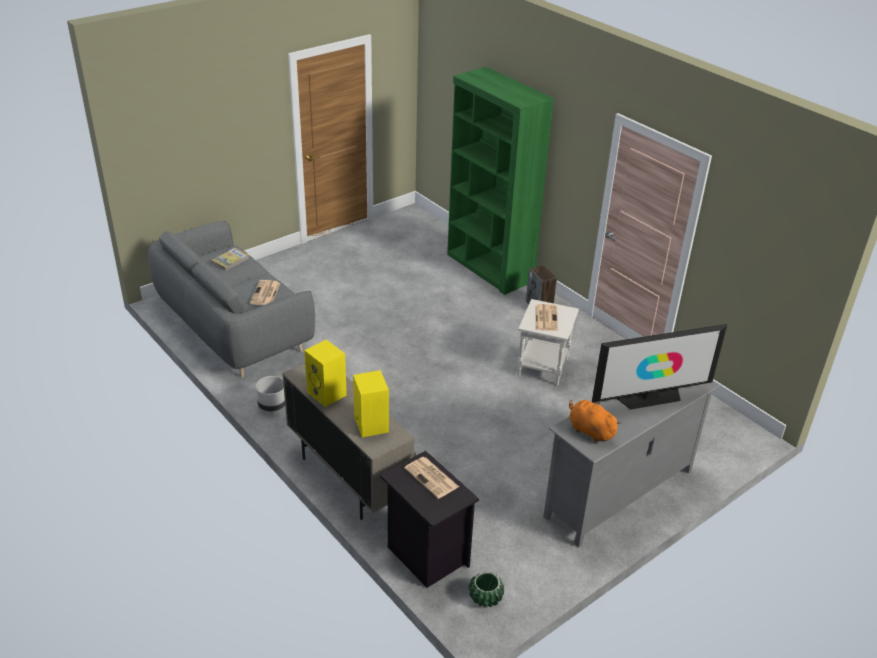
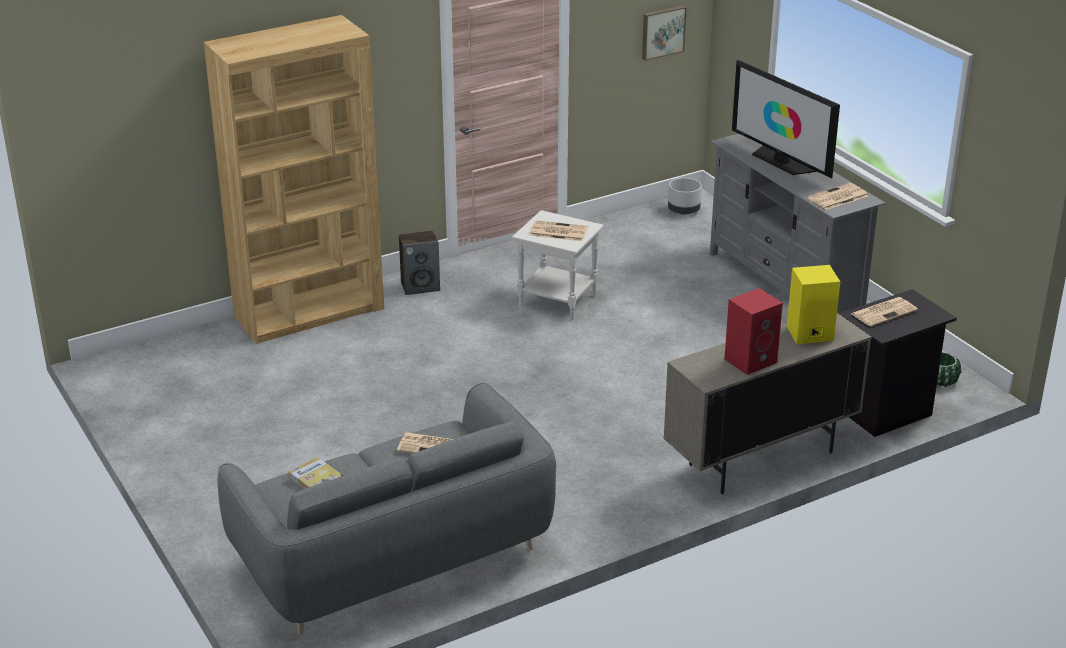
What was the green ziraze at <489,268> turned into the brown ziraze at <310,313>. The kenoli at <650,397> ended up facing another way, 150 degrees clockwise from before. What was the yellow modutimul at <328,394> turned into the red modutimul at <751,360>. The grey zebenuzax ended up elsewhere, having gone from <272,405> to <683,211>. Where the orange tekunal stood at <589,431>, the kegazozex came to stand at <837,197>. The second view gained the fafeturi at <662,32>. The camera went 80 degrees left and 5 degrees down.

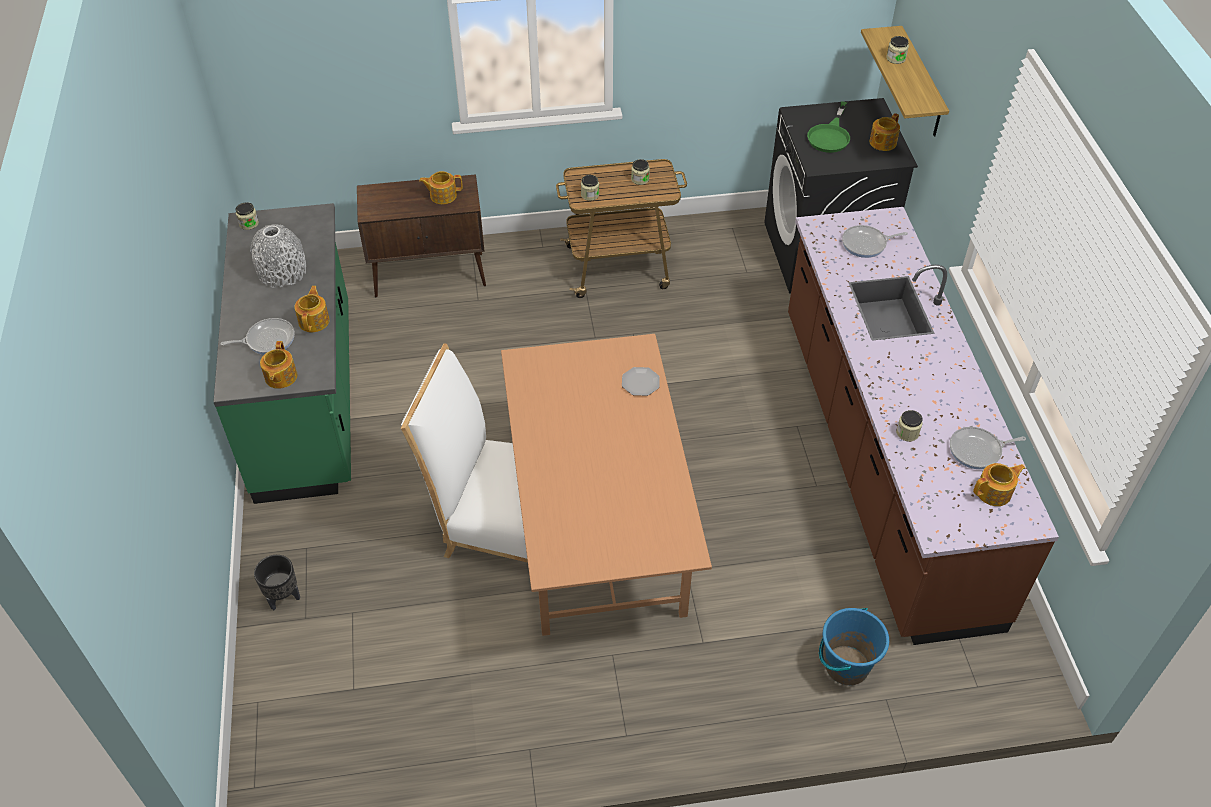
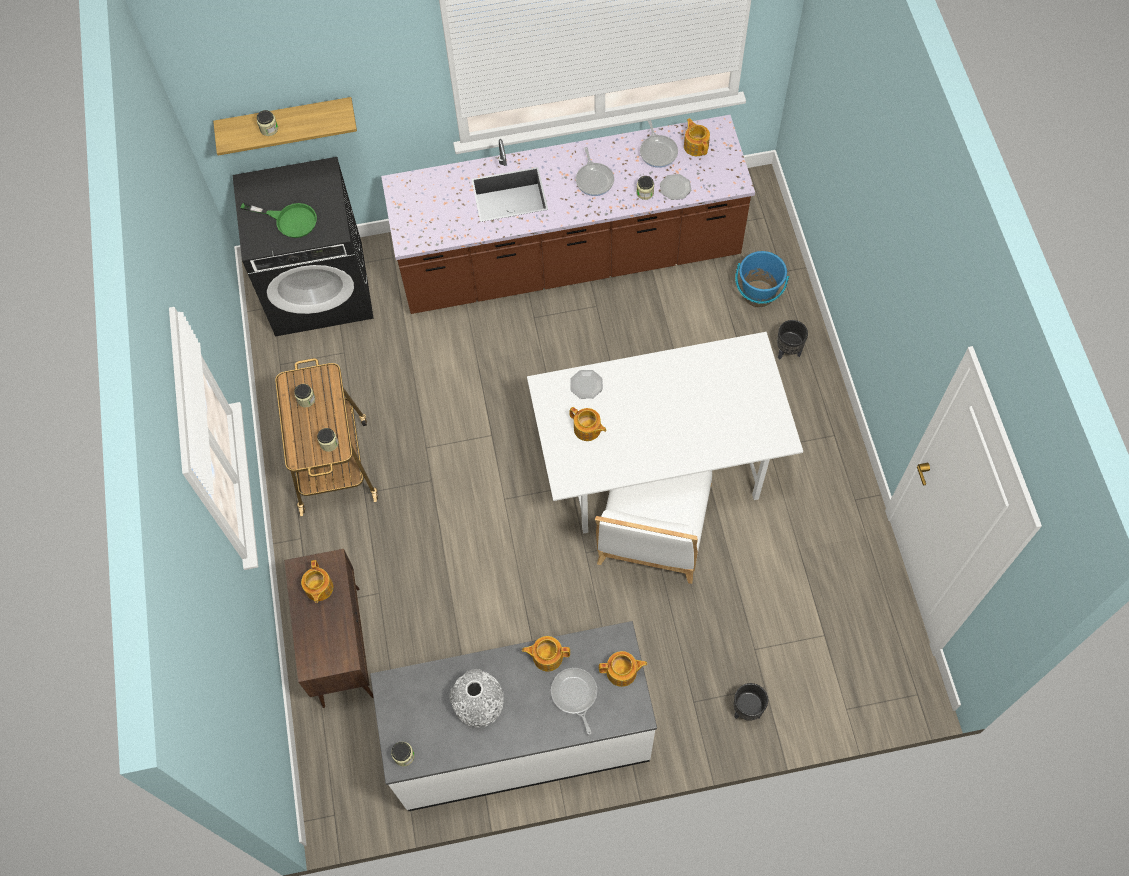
The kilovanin ended up elsewhere, having gone from <882,143> to <587,429>. What was the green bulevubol at <308,401> turned into the white bulevubol at <520,737>. The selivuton ended up elsewhere, having gone from <866,244> to <594,179>. What was the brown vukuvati at <600,535> turned into the white vukuvati at <659,462>. The second view gained the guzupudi at <675,188>. The second view gained the black zebenuzax at <788,352>. The camera went 90 degrees left and 15 degrees up.

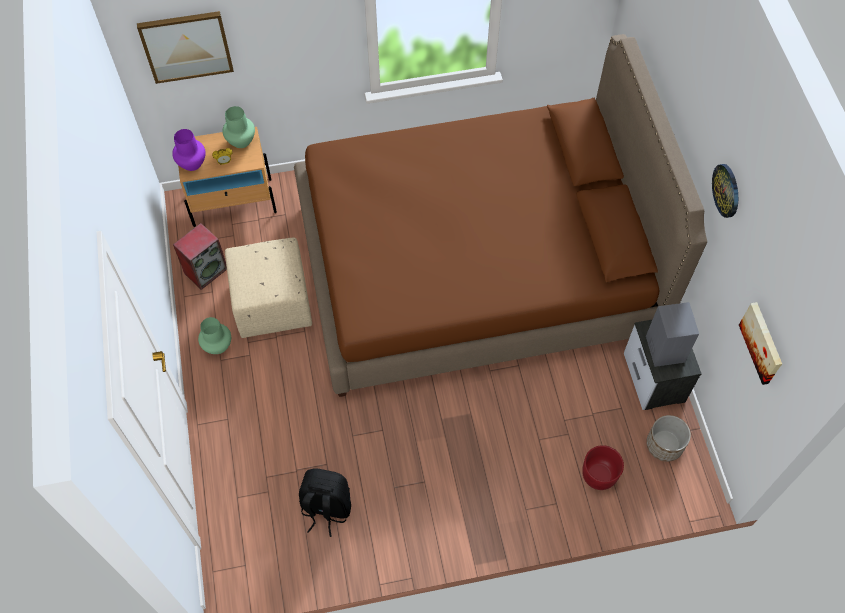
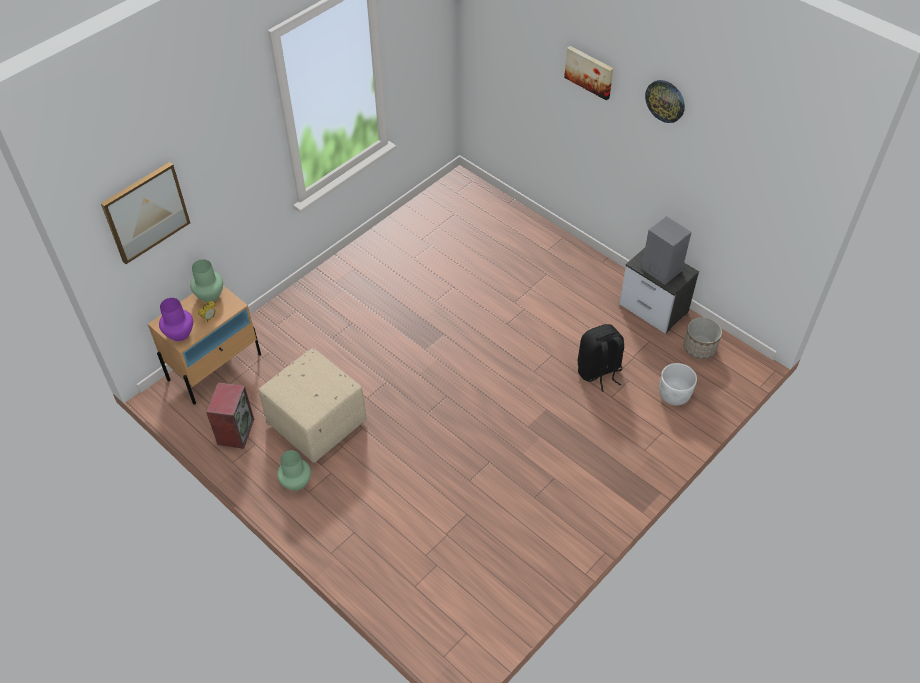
The second view lost the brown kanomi at <475,267>. The fafeturi ended up elsewhere, having gone from <762,343> to <589,72>. What was the red zebenuzax at <599,475> turned into the white zebenuzax at <674,394>. The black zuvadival ended up elsewhere, having gone from <325,508> to <599,371>. The camera went 35 degrees left and 10 degrees down.

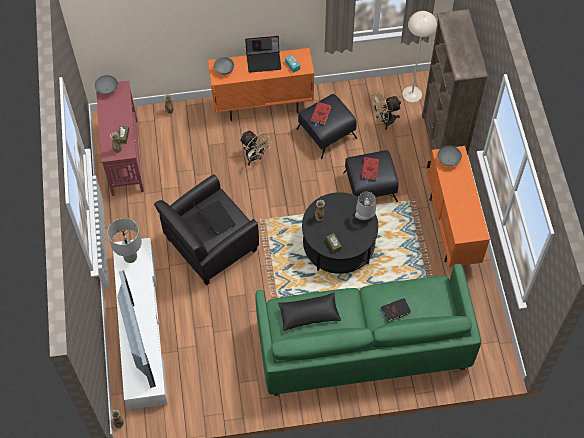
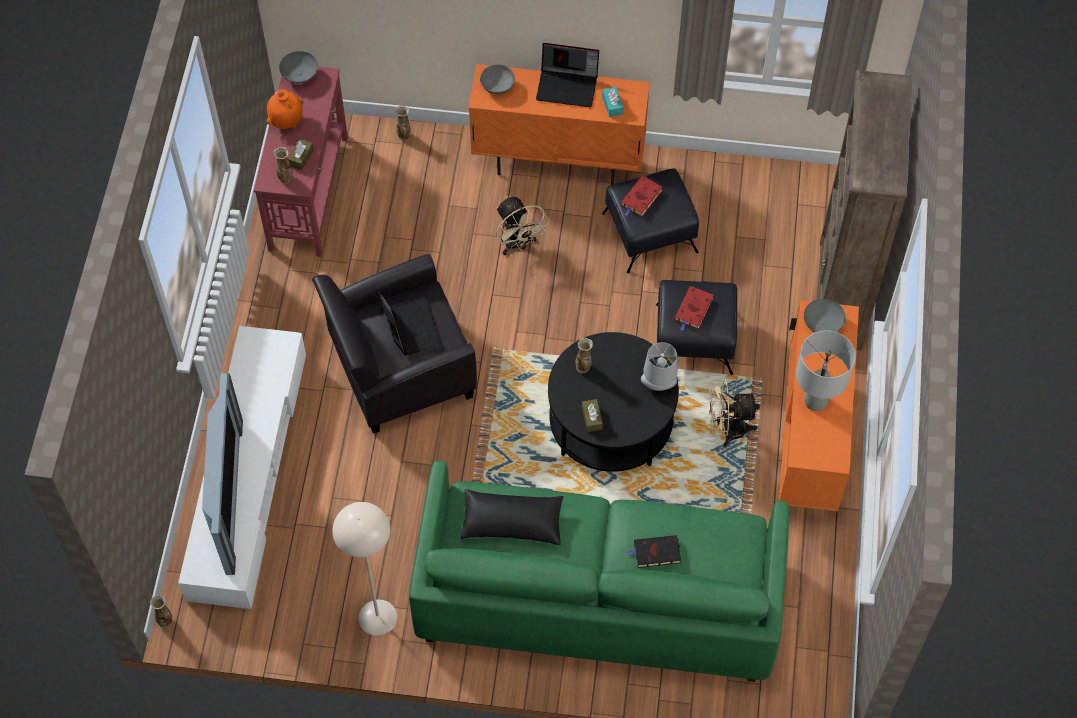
The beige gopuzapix ended up elsewhere, having gone from <412,94> to <377,617>. The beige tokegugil ended up elsewhere, having gone from <384,120> to <726,429>. The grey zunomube ended up elsewhere, having gone from <130,257> to <815,401>. The second view gained the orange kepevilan at <287,121>. The camera went 15 degrees right and 0 degrees up.

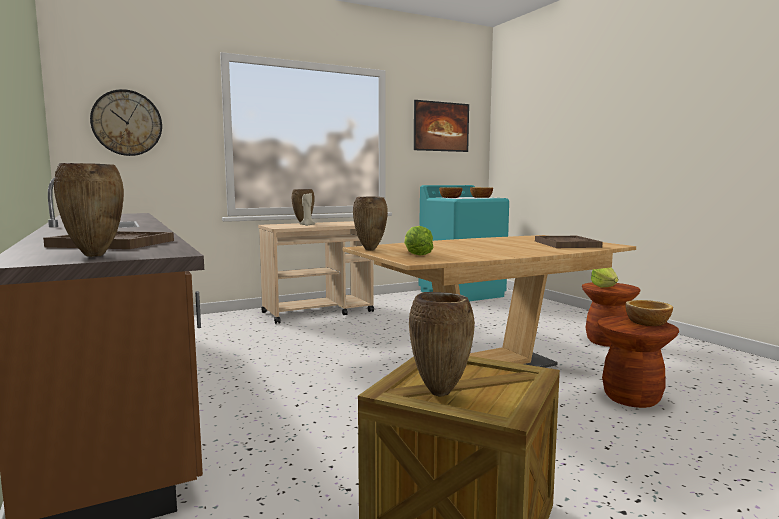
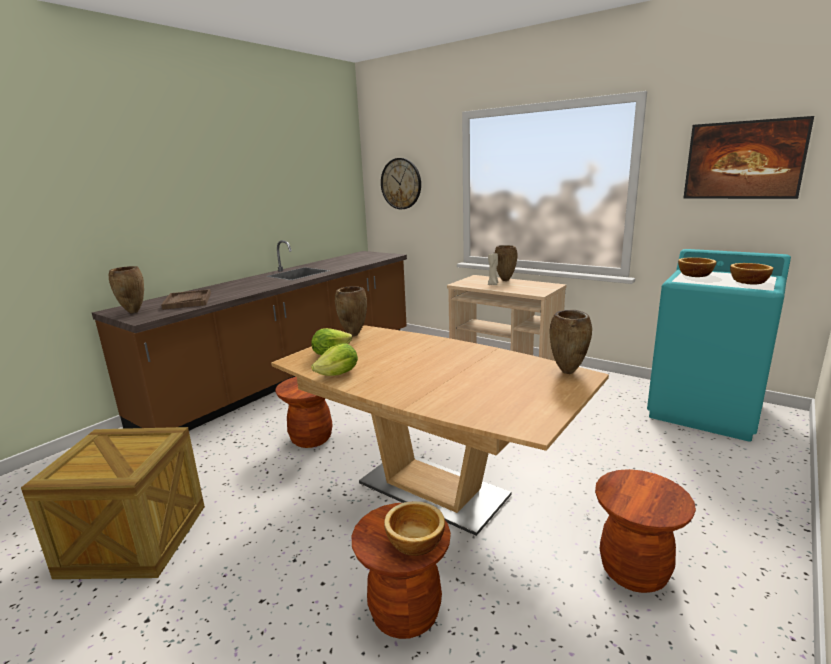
The second view lost the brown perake at <566,244>. The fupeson ended up elsewhere, having gone from <604,287> to <338,374>. The brown kepevilan ended up elsewhere, having gone from <441,393> to <568,372>. The second view gained the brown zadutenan at <311,438>. The camera went 65 degrees right and 10 degrees up.

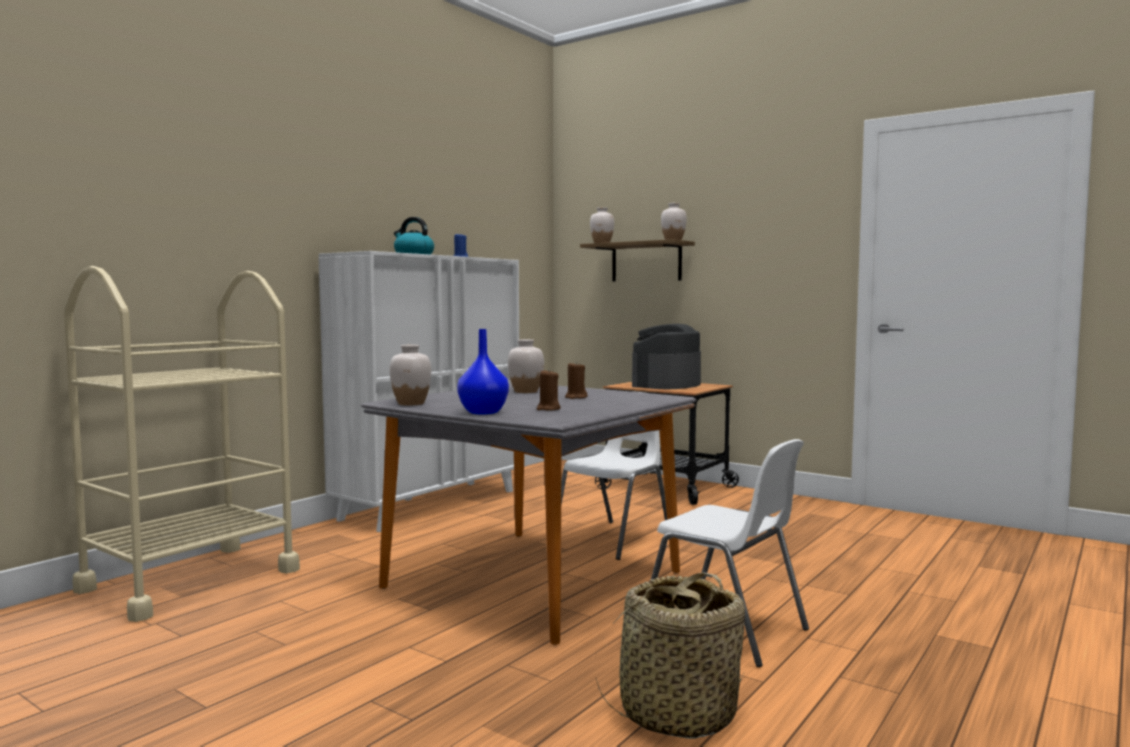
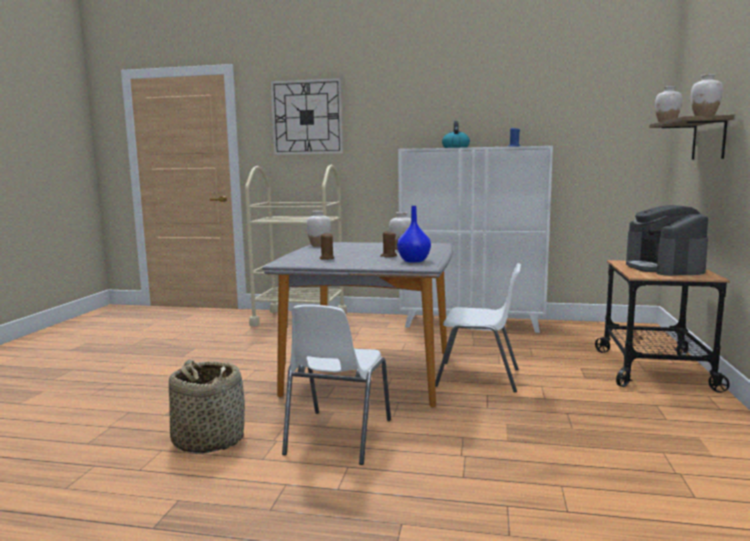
The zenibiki at <666,385> ended up facing another way, 105 degrees counterclockwise from before. The blue kepevilan ended up elsewhere, having gone from <482,412> to <413,261>. The second view gained the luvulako at <307,117>. The camera went 65 degrees right and 5 degrees up.

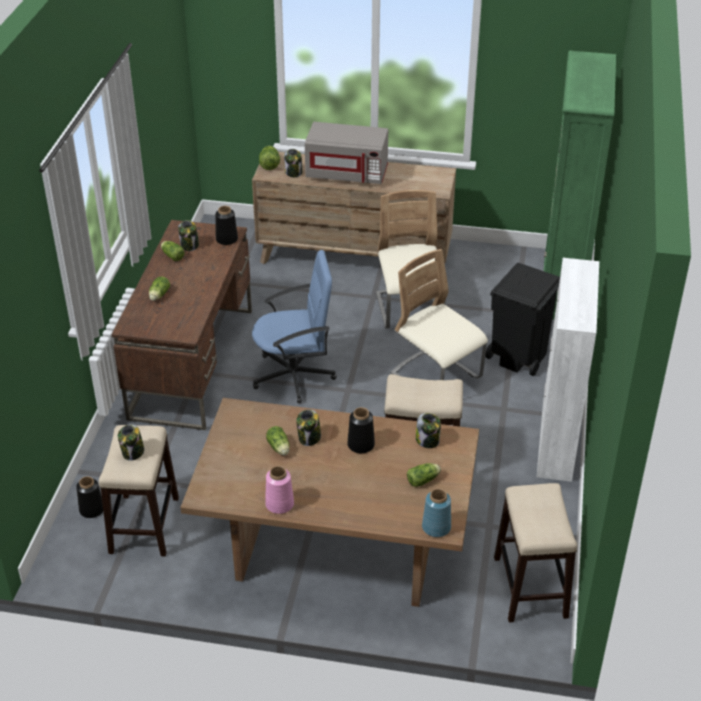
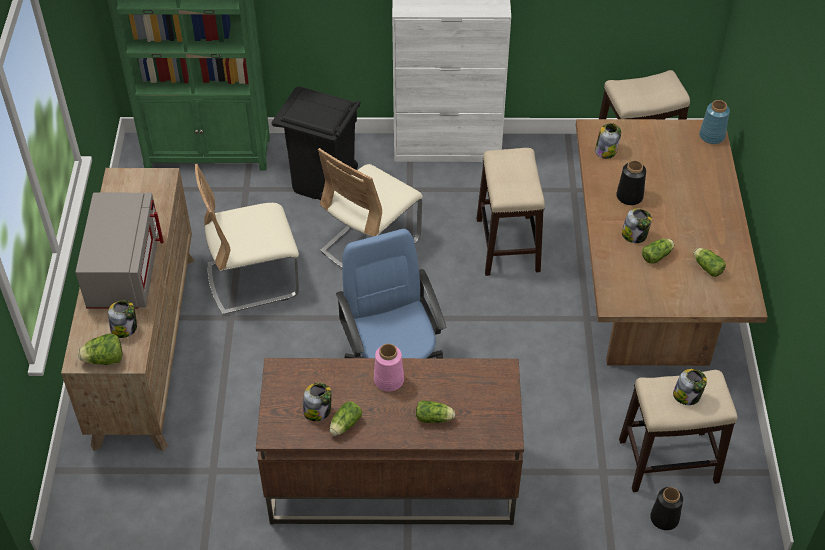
The second view lost the black kepevilan at <226,239>. The fupeson ended up elsewhere, having gone from <424,480> to <706,267>. The pink kepevilan ended up elsewhere, having gone from <279,504> to <389,380>. The camera went 100 degrees left and 10 degrees up.

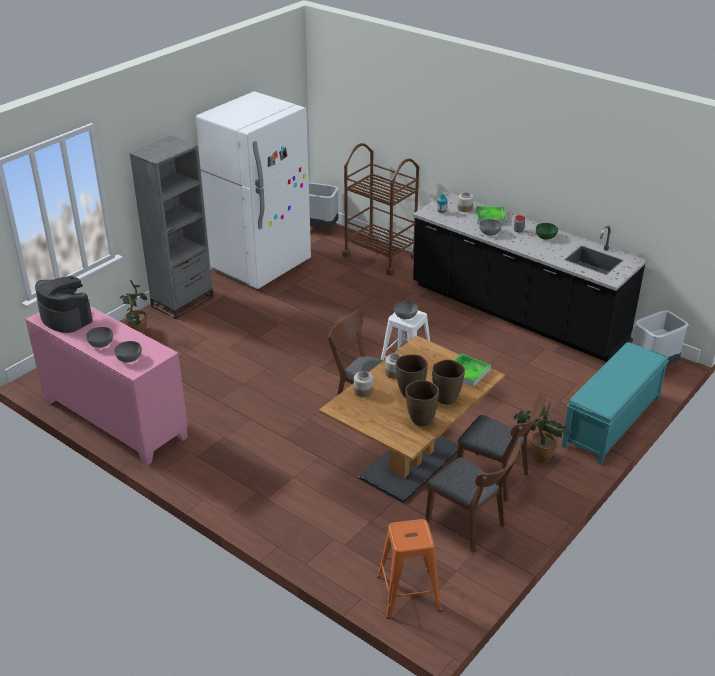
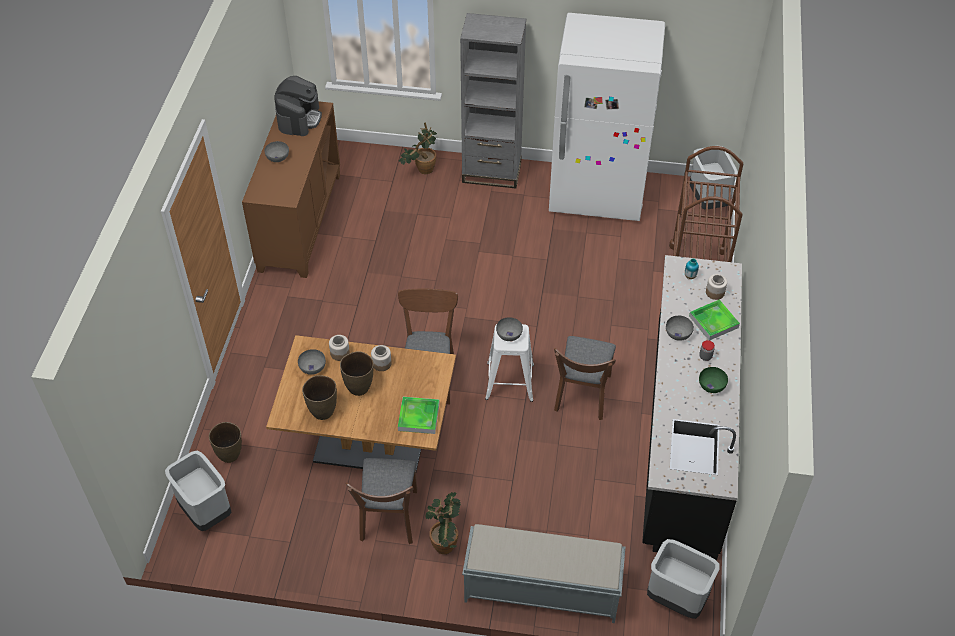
What was the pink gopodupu at <114,419> turned into the brown gopodupu at <299,221>. The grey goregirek ended up elsewhere, having gone from <129,358> to <313,368>. What was the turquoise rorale at <611,423> turned into the grey rorale at <540,589>. The brown kepevilan ended up elsewhere, having gone from <446,398> to <230,455>. The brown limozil ended up elsewhere, having gone from <469,526> to <582,397>. Where the orange zadutenan stood at <408,594>, the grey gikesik came to stand at <205,512>. The camera went 60 degrees right and 15 degrees up.

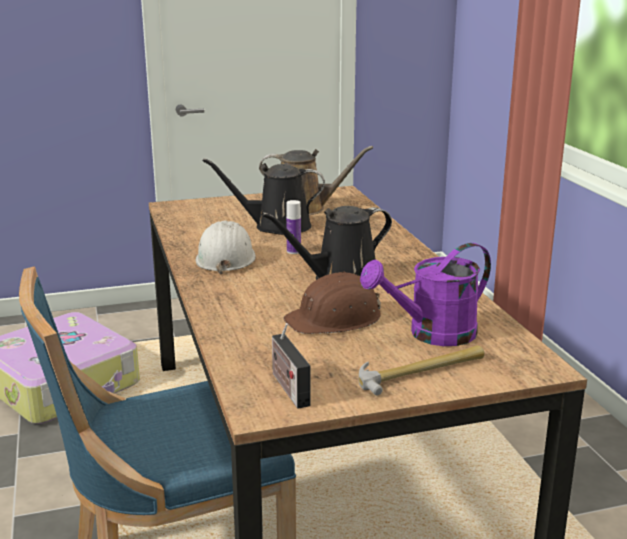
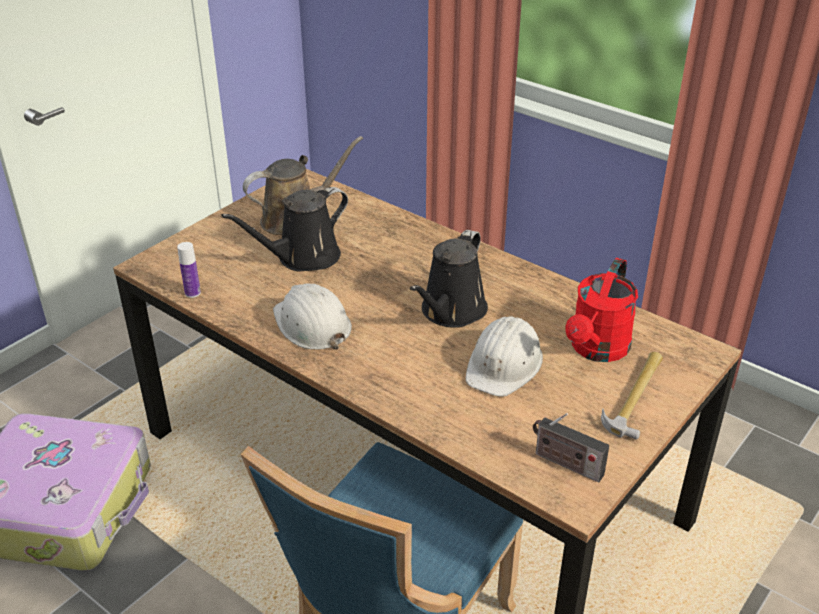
The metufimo ended up elsewhere, having gone from <293,251> to <192,293>. What was the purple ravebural at <432,335> turned into the red ravebural at <596,350>. What was the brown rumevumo at <335,318> turned into the white rumevumo at <504,364>. The camera went 35 degrees left and 15 degrees up.

